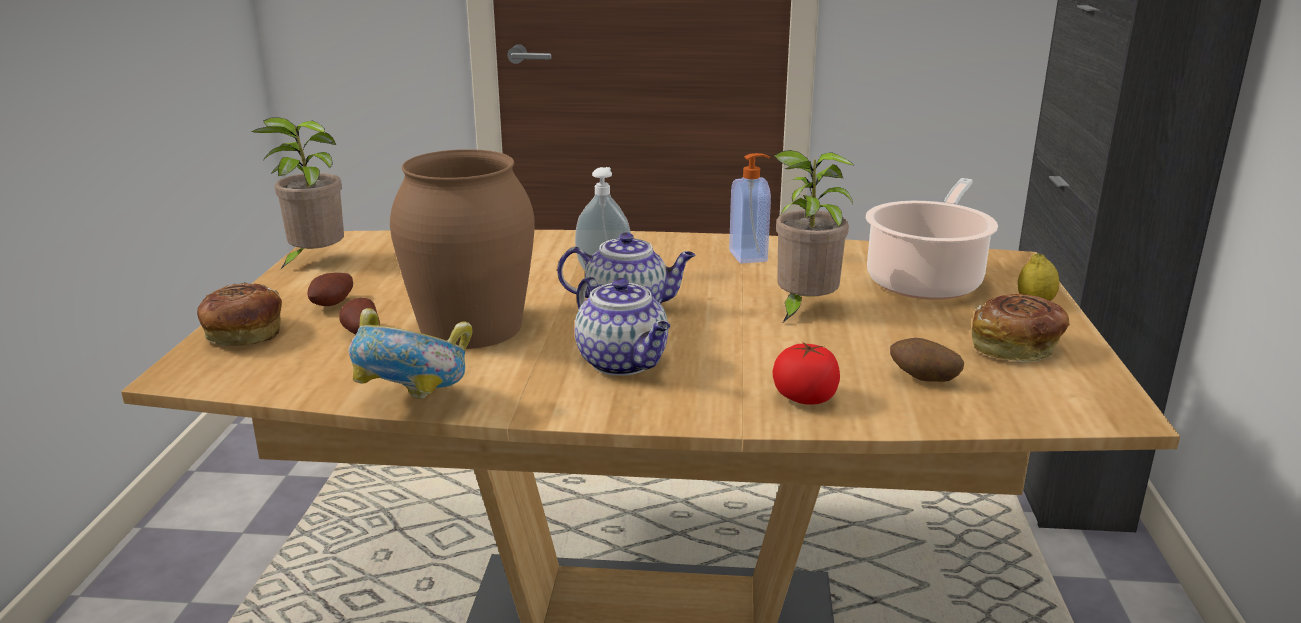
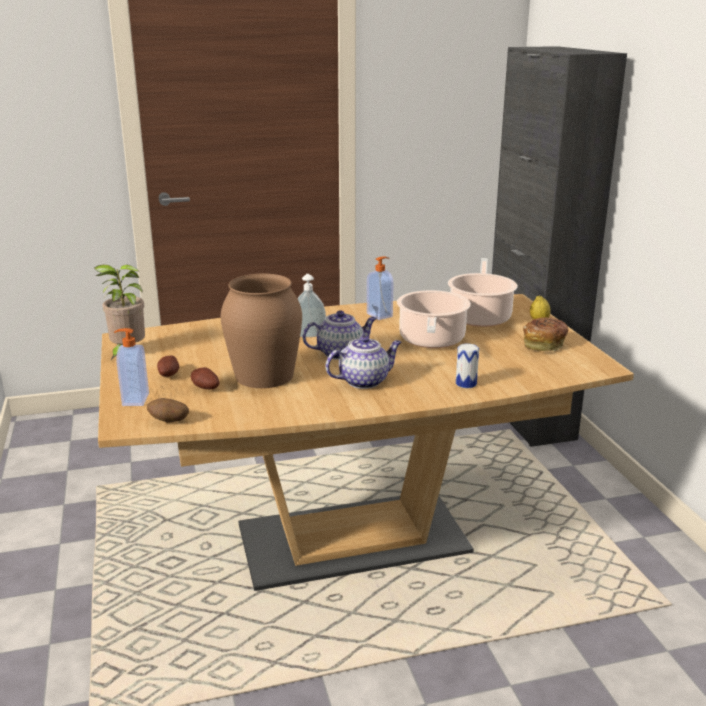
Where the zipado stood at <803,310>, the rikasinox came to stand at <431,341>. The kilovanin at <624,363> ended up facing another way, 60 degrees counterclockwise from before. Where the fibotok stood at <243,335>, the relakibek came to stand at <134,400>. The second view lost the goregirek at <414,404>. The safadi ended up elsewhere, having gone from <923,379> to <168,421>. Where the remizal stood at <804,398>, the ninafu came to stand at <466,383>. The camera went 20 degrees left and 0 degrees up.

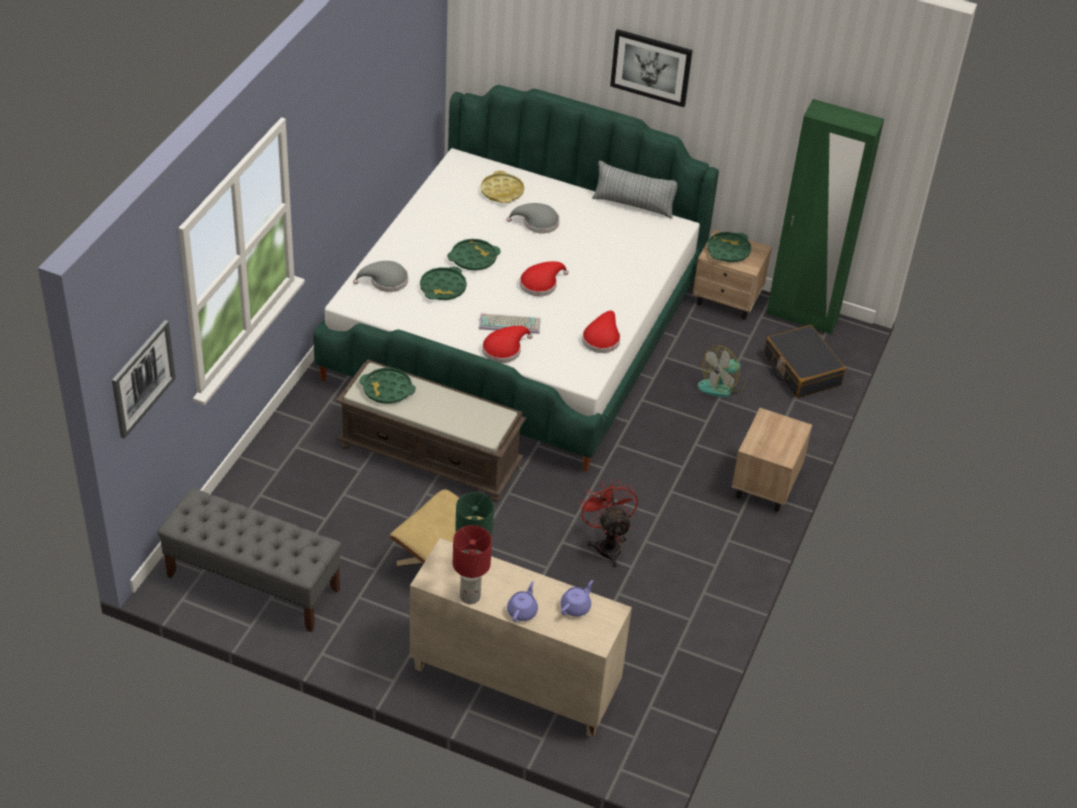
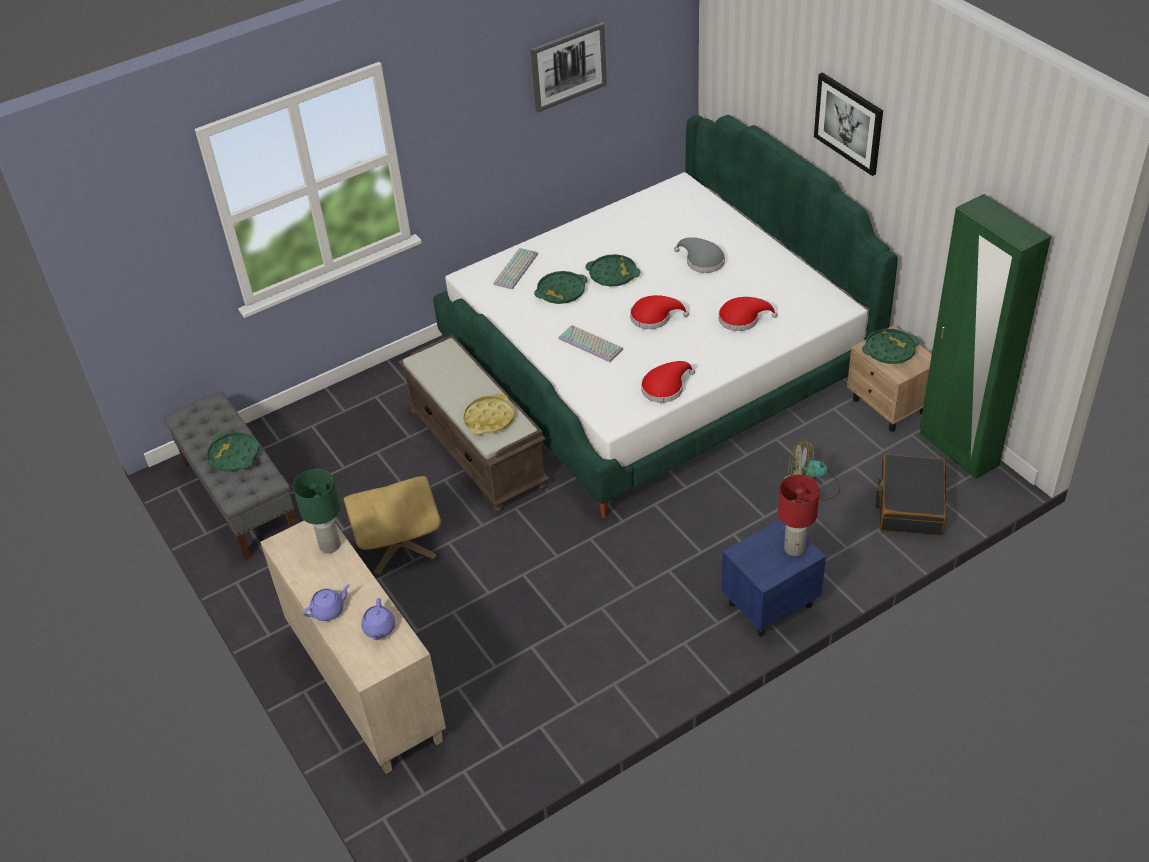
The second view lost the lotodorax at <633,205>. The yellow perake ended up elsewhere, having gone from <502,191> to <489,419>. Where the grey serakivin stood at <385,281>, the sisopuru came to stand at <516,270>. The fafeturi ended up elsewhere, having gone from <142,378> to <568,66>. The red serakivin ended up elsewhere, having gone from <504,349> to <742,319>. The green perake ended up elsewhere, having gone from <387,389> to <234,456>. What was the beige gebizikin at <765,486> turned into the blue gebizikin at <769,605>. The second view lost the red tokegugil at <607,544>. The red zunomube ended up elsewhere, having gone from <470,596> to <795,549>. The purple kilovanin at <576,607> ended up facing another way, 105 degrees clockwise from before. The camera went 40 degrees right and 0 degrees up.

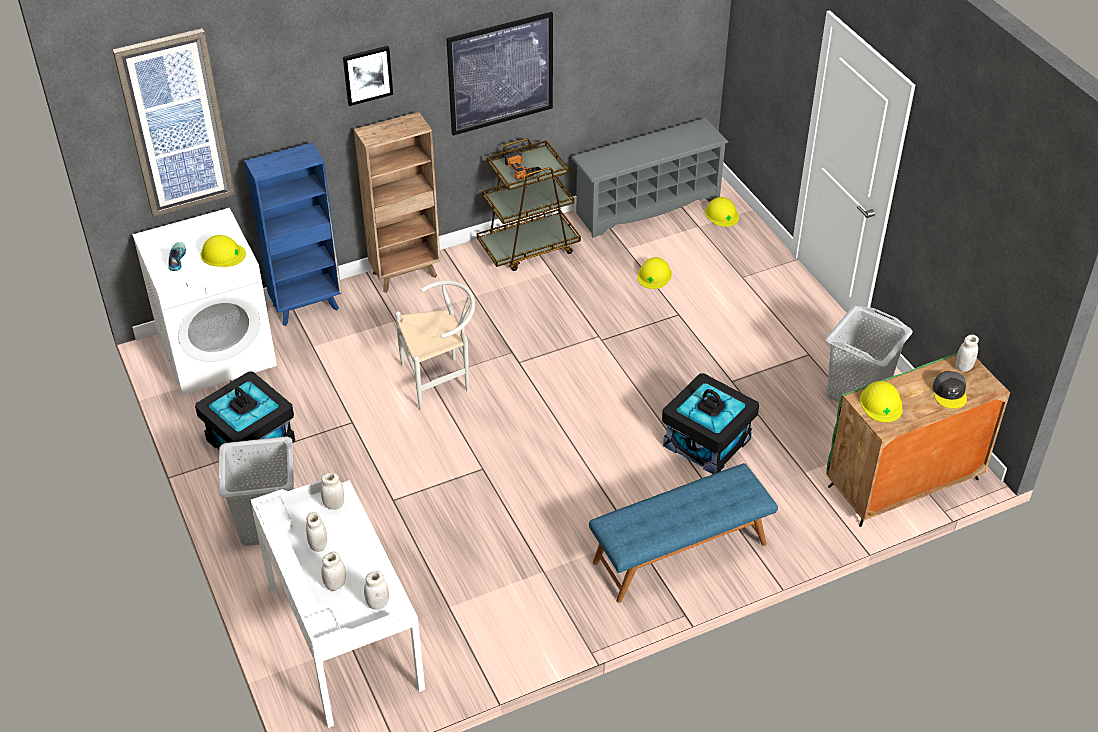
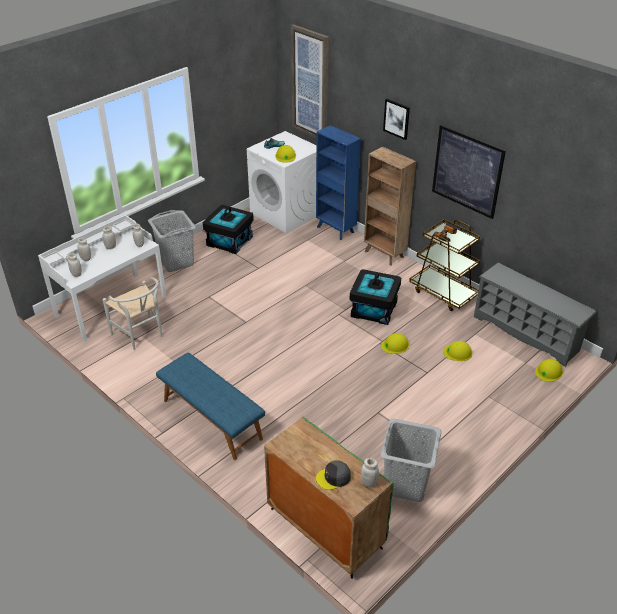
The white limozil ended up elsewhere, having gone from <441,379> to <141,336>. The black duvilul ended up elsewhere, having gone from <707,442> to <374,309>. The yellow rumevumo ended up elsewhere, having gone from <881,403> to <395,345>. The camera went 70 degrees right and 5 degrees down.

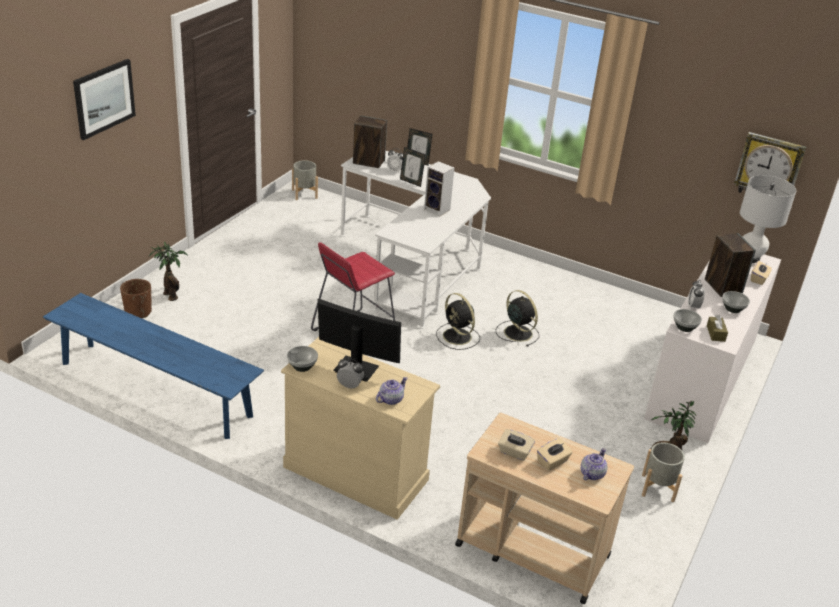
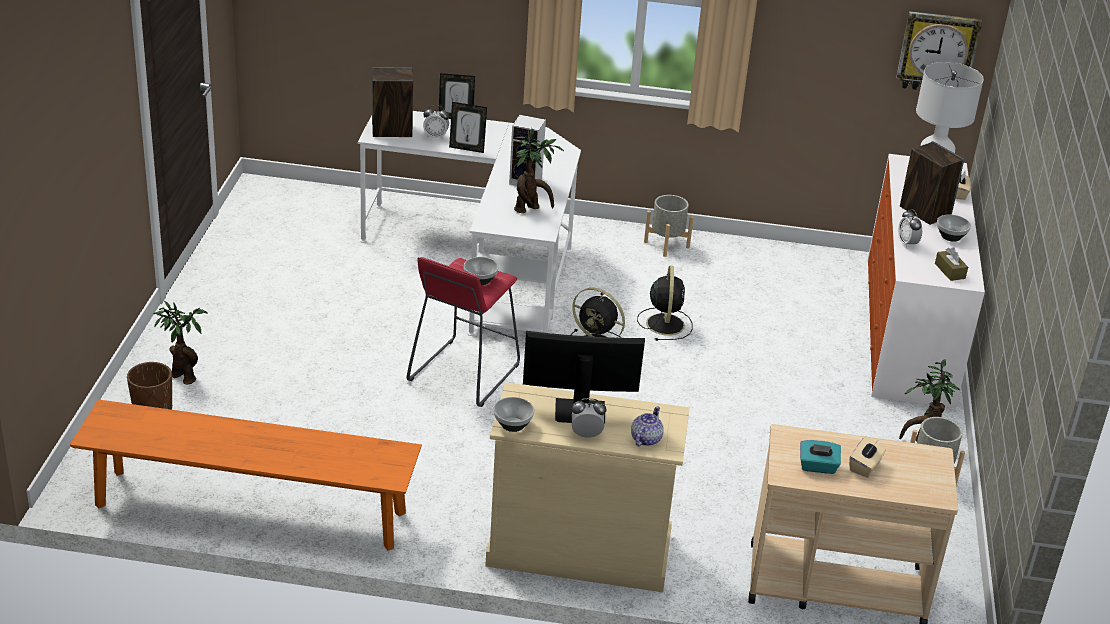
The second view lost the fafeturi at <104,98>. The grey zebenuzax ended up elsewhere, having gone from <304,194> to <666,244>. The black tokegugil at <517,332> ended up facing another way, 60 degrees clockwise from before. What was the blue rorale at <155,389> turned into the orange rorale at <251,509>. The goregirek ended up elsewhere, having gone from <684,327> to <480,279>. What was the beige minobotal at <514,452> turned into the turquoise minobotal at <817,467>. The second view lost the kilovanin at <591,474>. The second view gained the zipado at <530,209>. The camera went 20 degrees left and 0 degrees up.

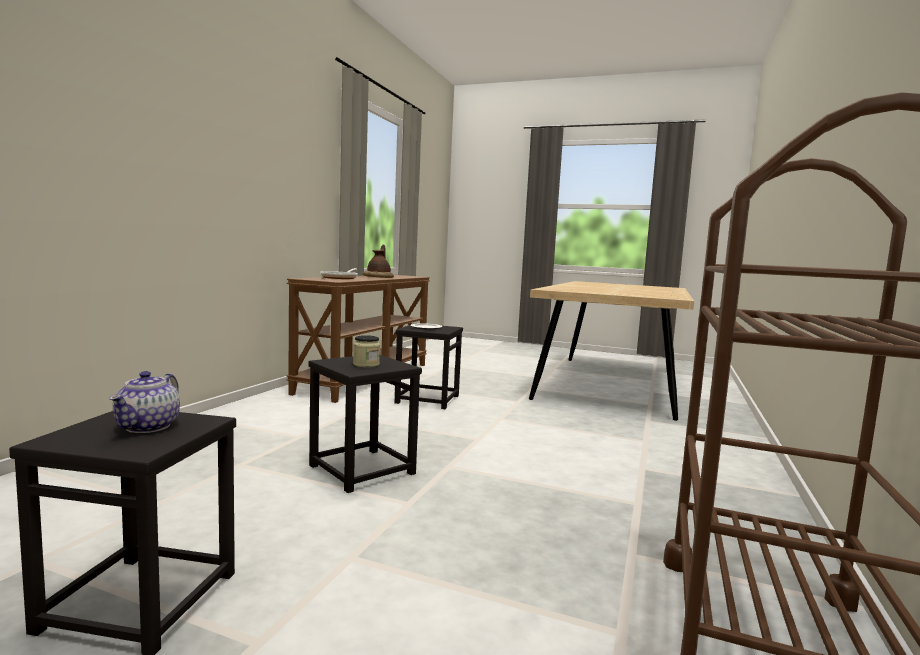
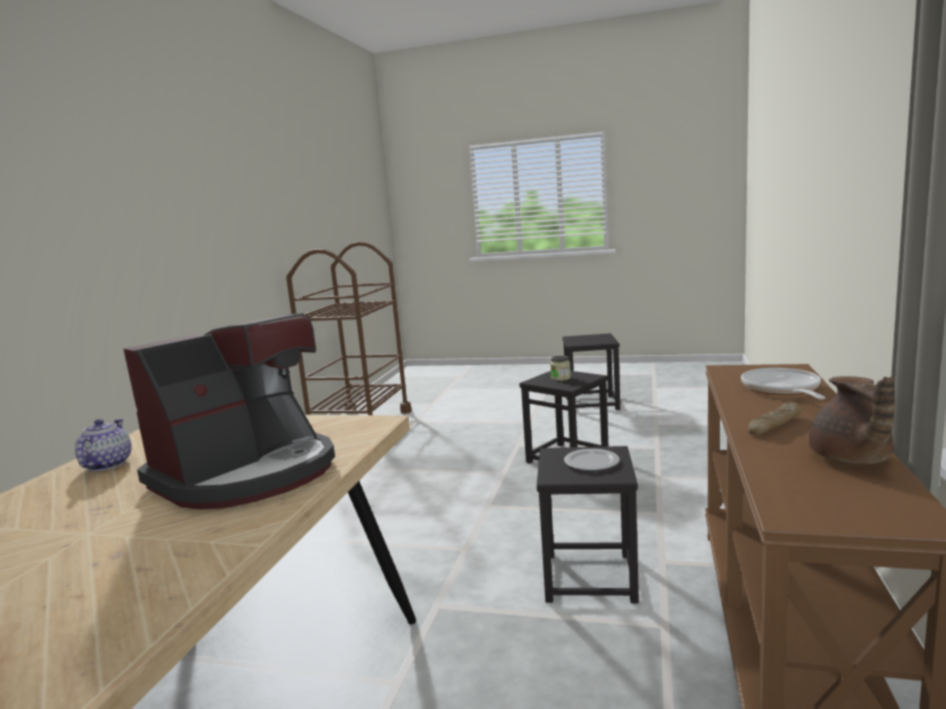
The kilovanin ended up elsewhere, having gone from <148,427> to <106,465>. The second view gained the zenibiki at <248,474>. The camera went 175 degrees right and 5 degrees up.

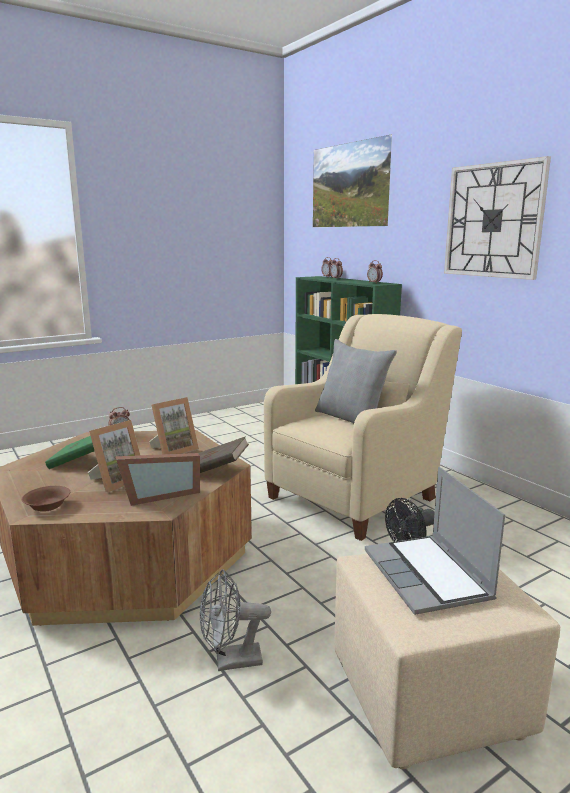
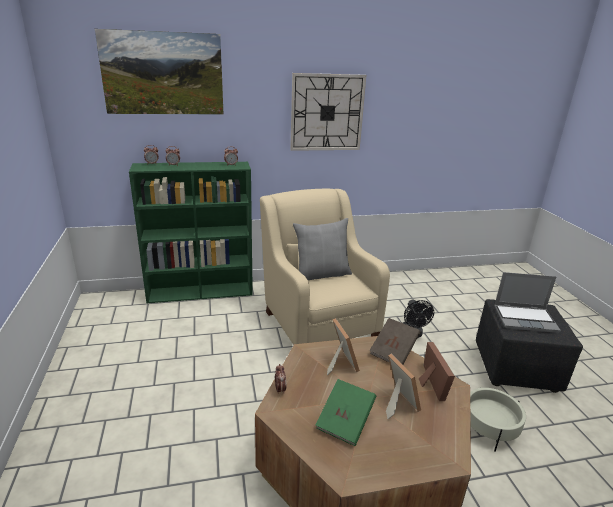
The second view lost the brown goregirek at <47,507>. What was the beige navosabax at <431,699> turned into the black navosabax at <516,368>. Where the grey tokegugil stood at <231,661>, the beige zebenuzax came to stand at <489,428>. The camera went 70 degrees left and 10 degrees up.

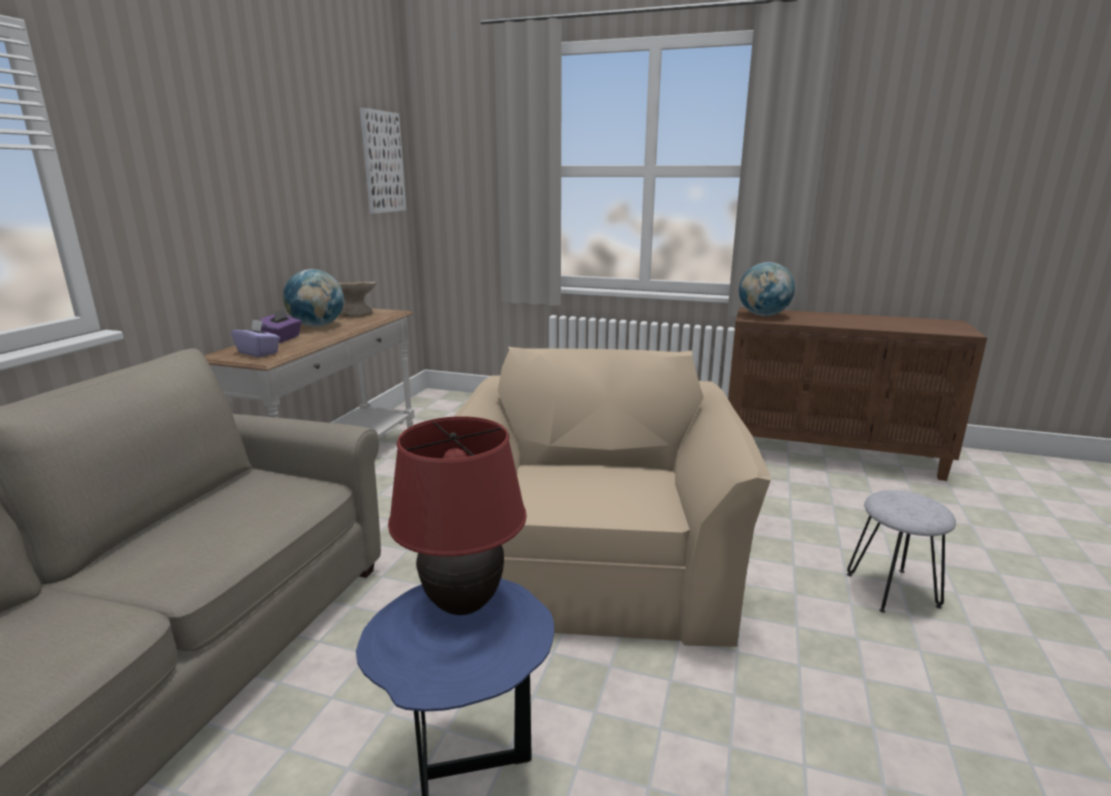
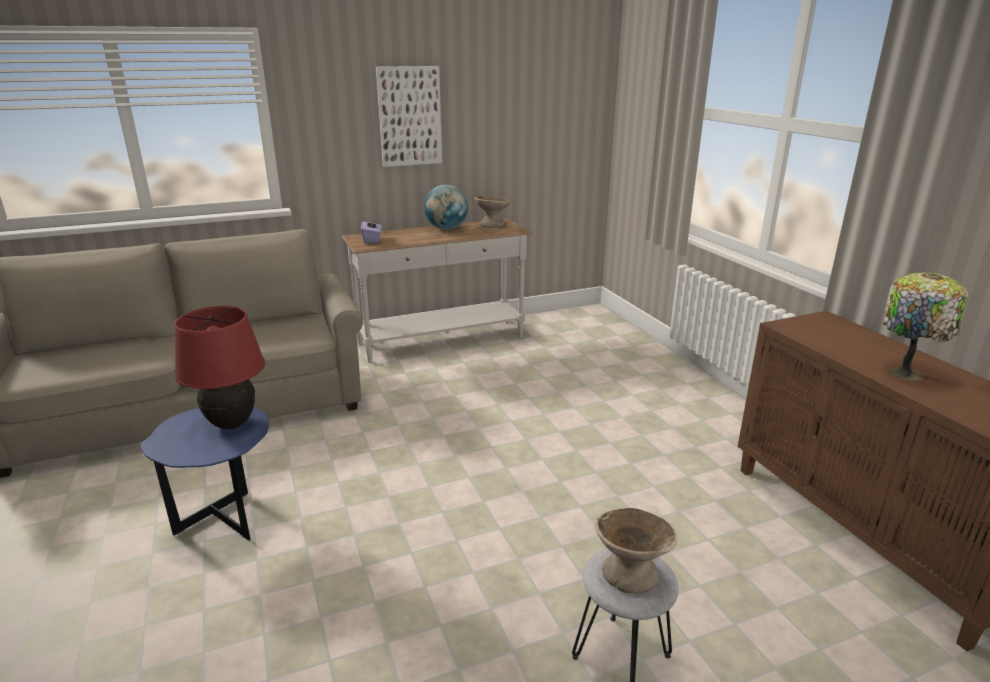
The fafeturi ended up elsewhere, having gone from <383,162> to <409,116>. The second view lost the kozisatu at <763,315>. The second view lost the purple minobotal at <282,339>. The second view lost the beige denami at <593,560>. The second view gained the zunomube at <906,372>. The second view gained the beige goregirek at <630,573>. The camera went 50 degrees right and 5 degrees up.

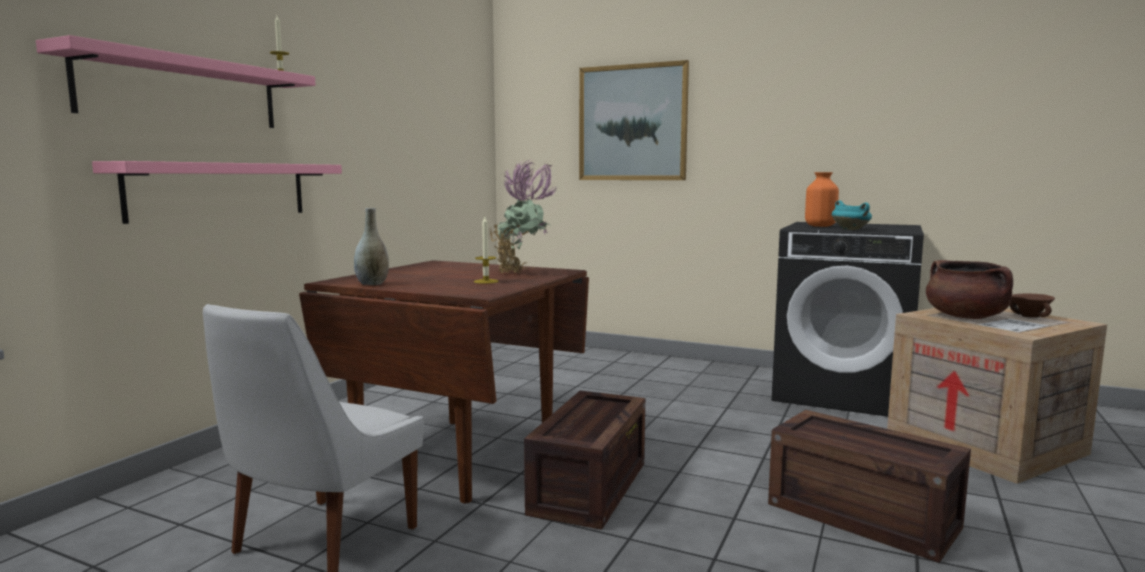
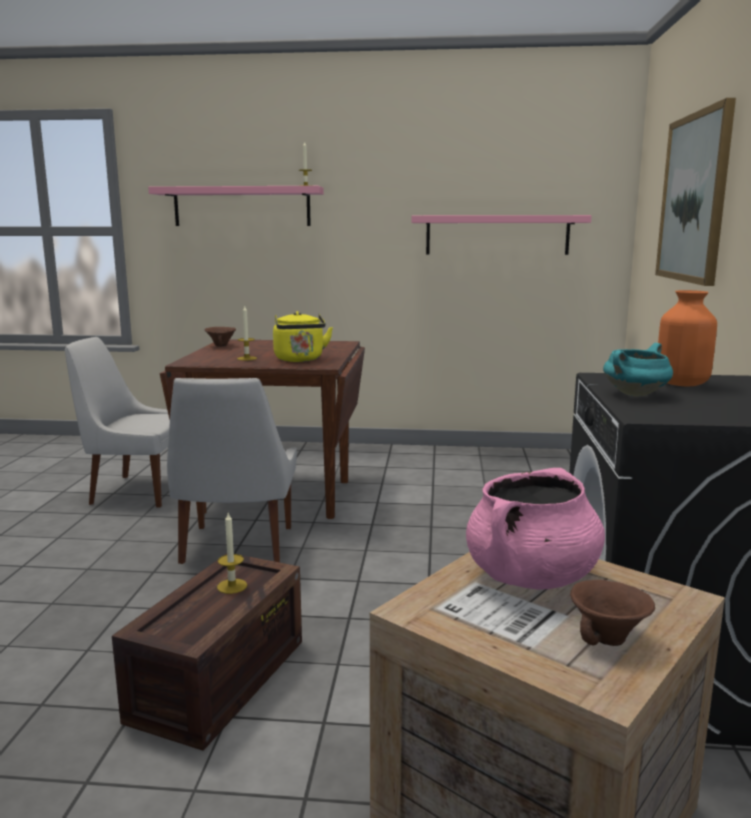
Where the zipado stood at <522,273>, the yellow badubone came to stand at <300,360>. The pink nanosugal ended up elsewhere, having gone from <221,190> to <497,235>. Where the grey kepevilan stood at <372,284>, the brown goregirek came to stand at <221,346>. What was the brown rikasinox at <966,317> turned into the pink rikasinox at <531,577>. Where the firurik stood at <591,489>, the white limozil came to stand at <236,547>. The second view gained the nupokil at <232,586>. The camera went 70 degrees right and 5 degrees up.

